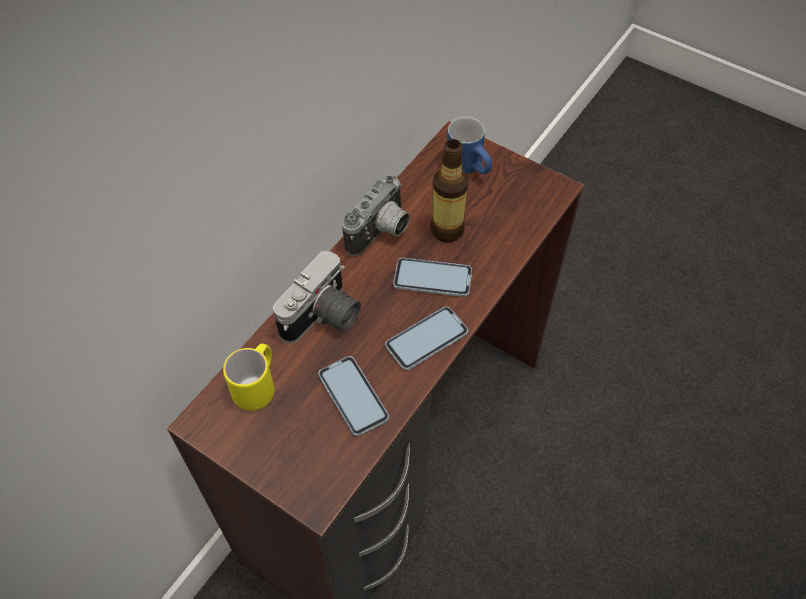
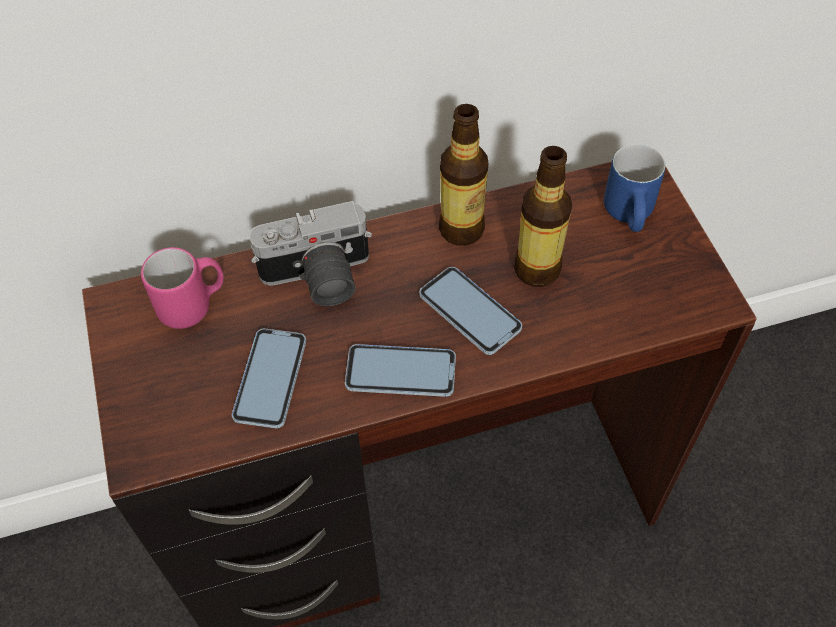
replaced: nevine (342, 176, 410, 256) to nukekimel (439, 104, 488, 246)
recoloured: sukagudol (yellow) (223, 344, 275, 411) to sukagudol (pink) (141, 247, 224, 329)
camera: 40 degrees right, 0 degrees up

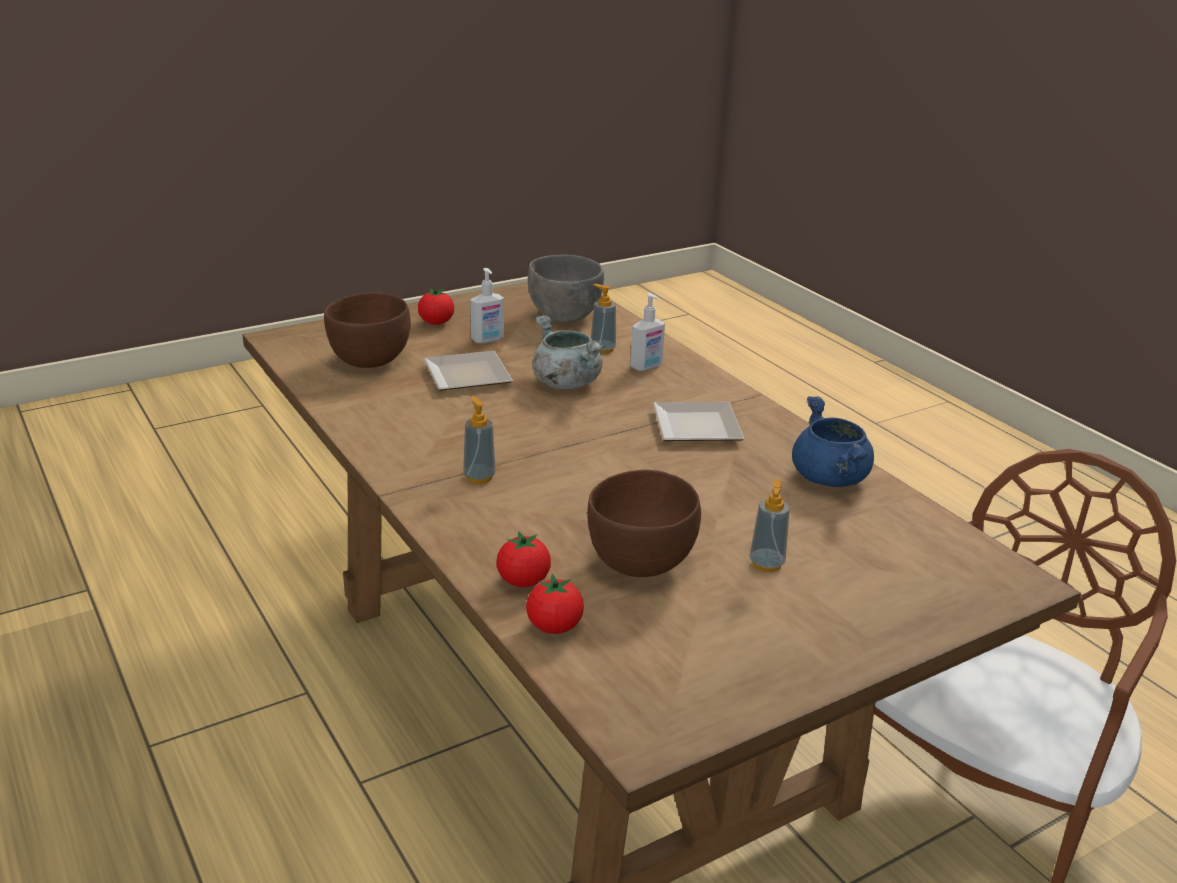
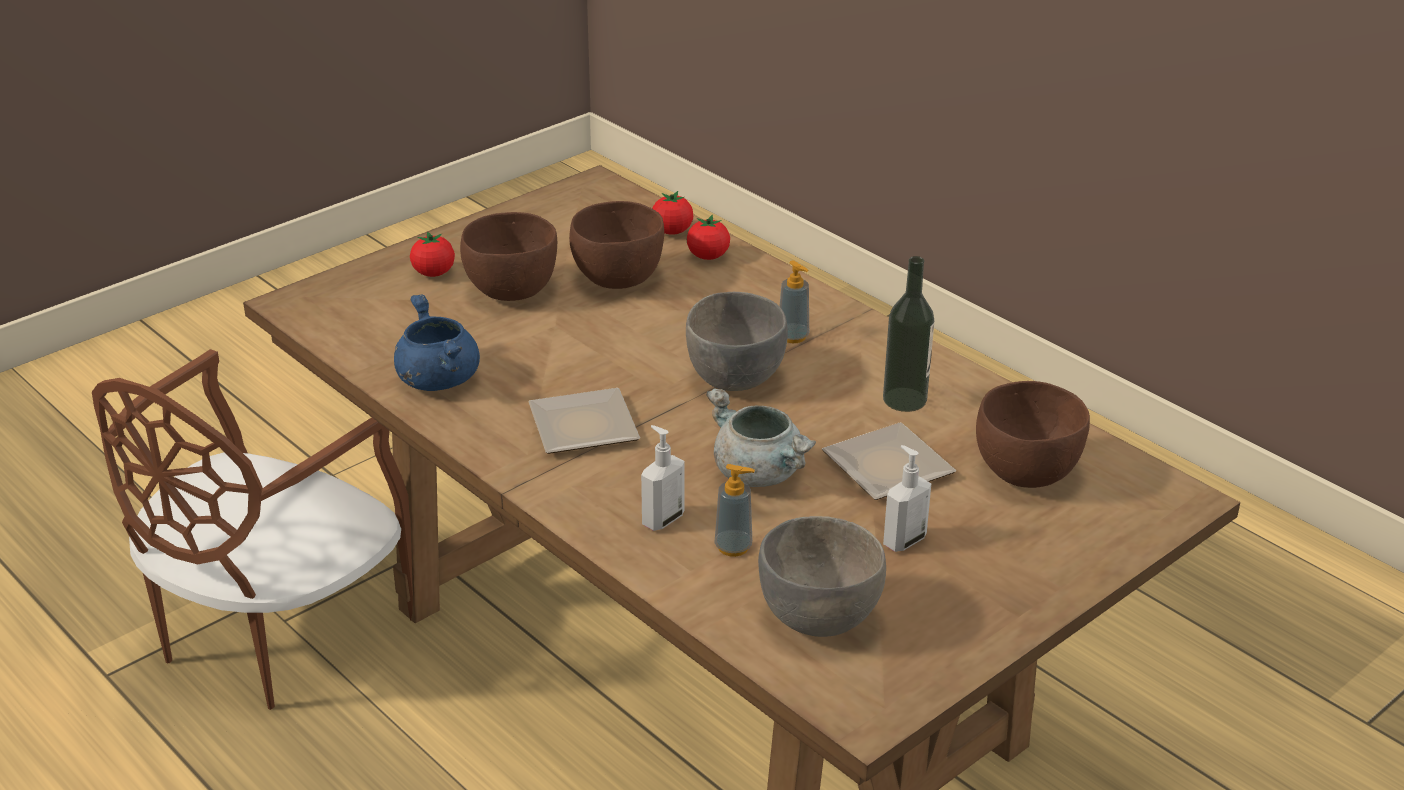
added: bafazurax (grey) (686, 292, 788, 391); nukekimel (883, 256, 935, 412)
moved: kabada (418, 288, 454, 325) to (410, 231, 455, 277)
replaced: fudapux (749, 479, 790, 572) to bafazurax (brown) (460, 212, 557, 301)
camera: 170 degrees right, 5 degrees up

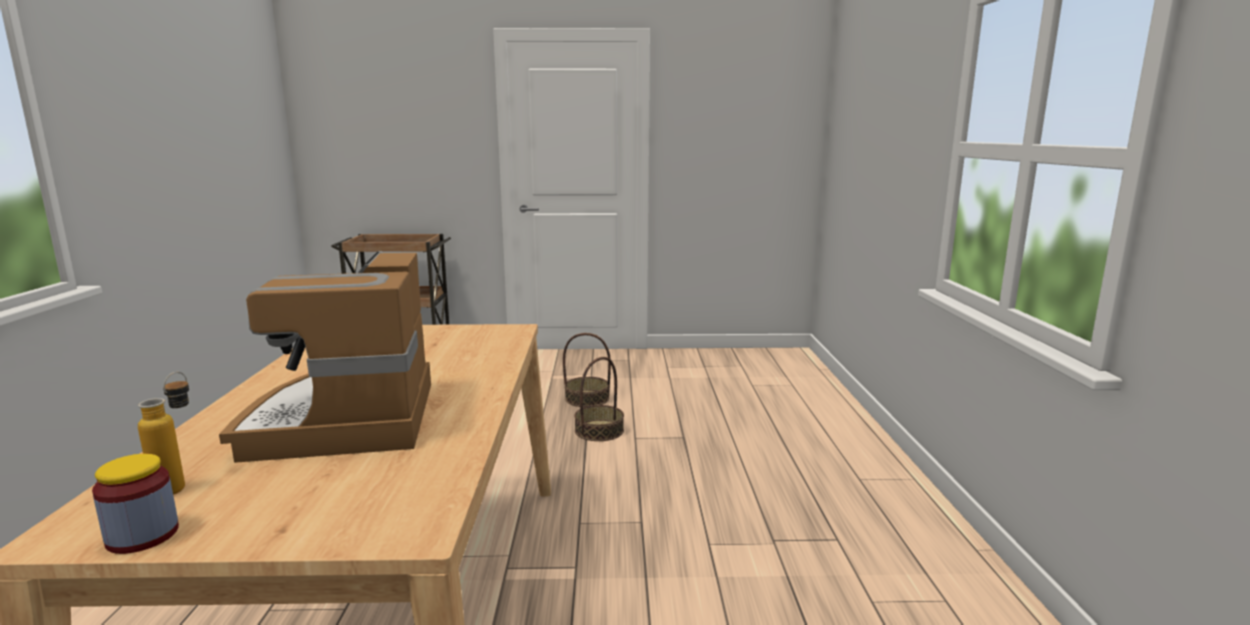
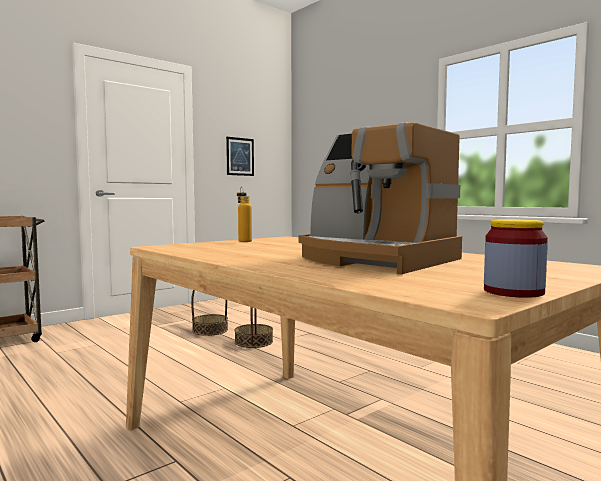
added: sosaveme (226, 137, 254, 176)
moved: nukekimel (138, 372, 189, 495) to (237, 186, 252, 242)
camera: 40 degrees left, 10 degrees down

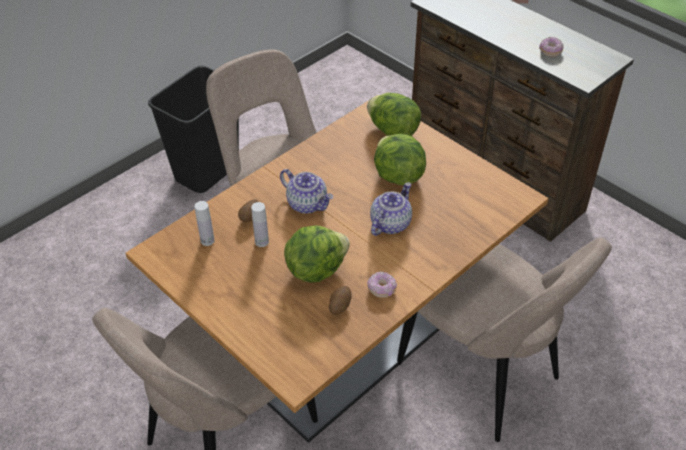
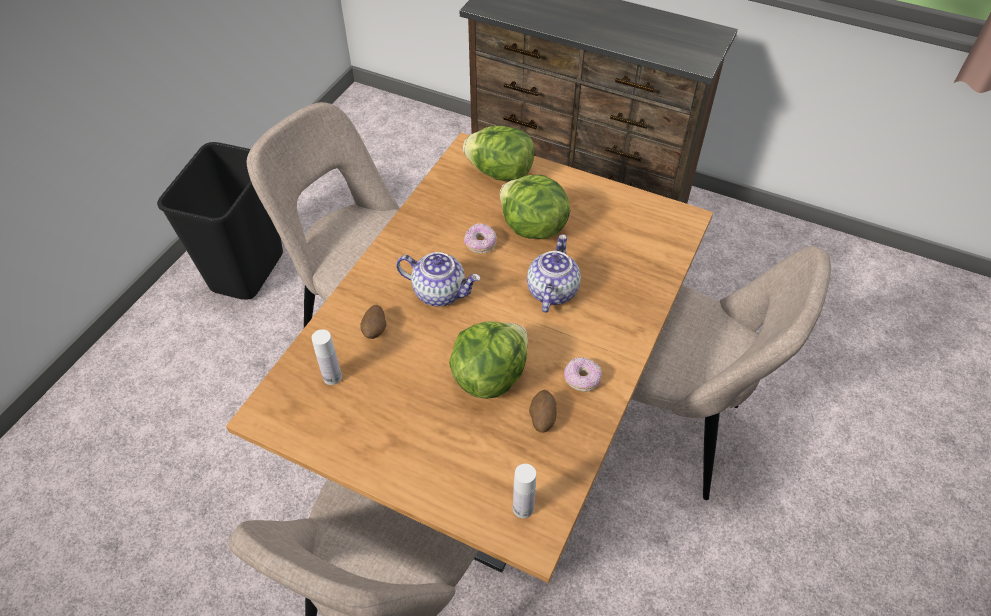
moved: nukekimel (white) (251, 202, 269, 247) to (513, 464, 536, 518); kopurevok (539, 37, 564, 57) to (464, 223, 497, 254)
camera: 20 degrees left, 5 degrees up

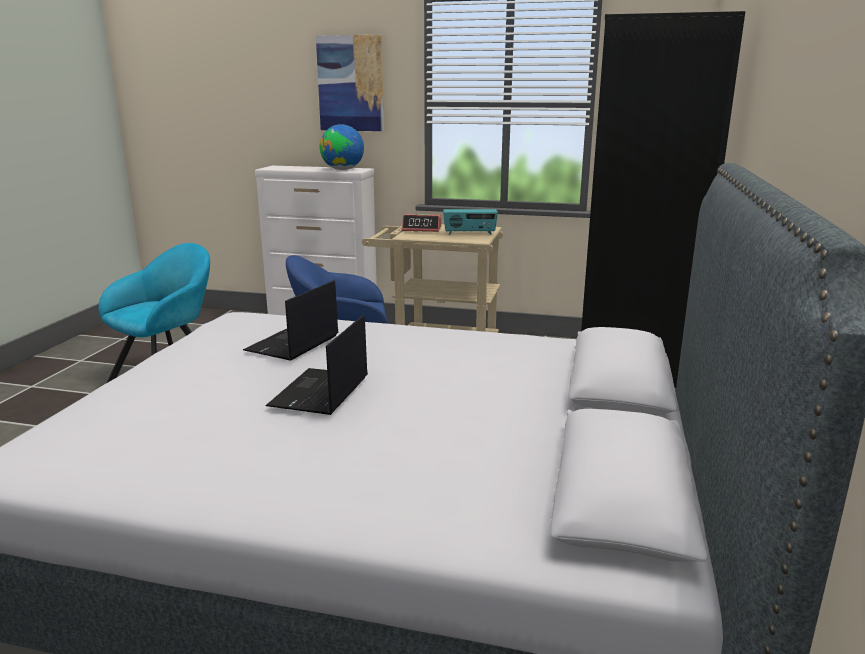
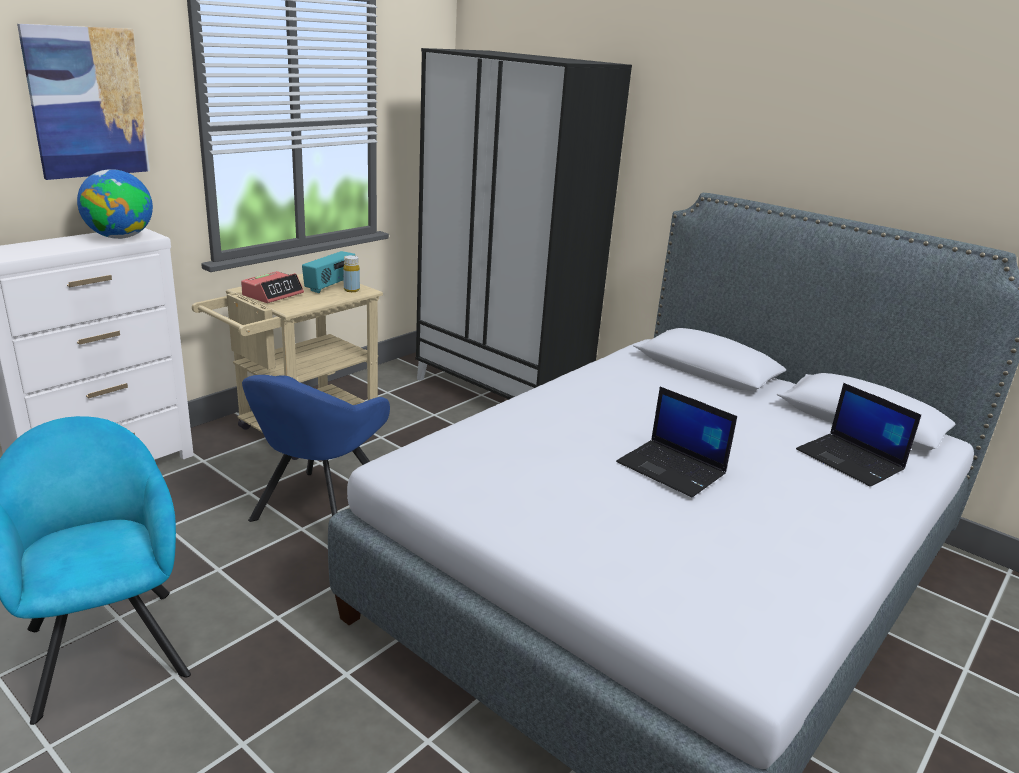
added: nukekimel (yellow) (343, 255, 360, 292)
moved: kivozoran (243, 280, 338, 361) to (796, 383, 921, 487)
camera: 65 degrees left, 5 degrees up

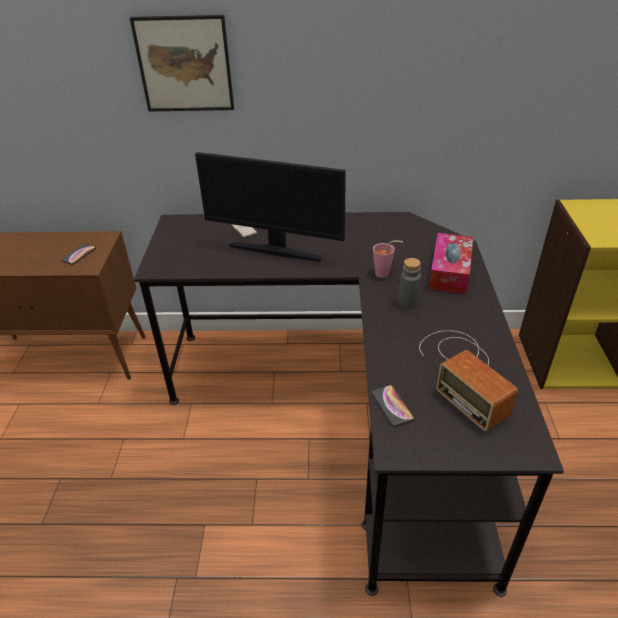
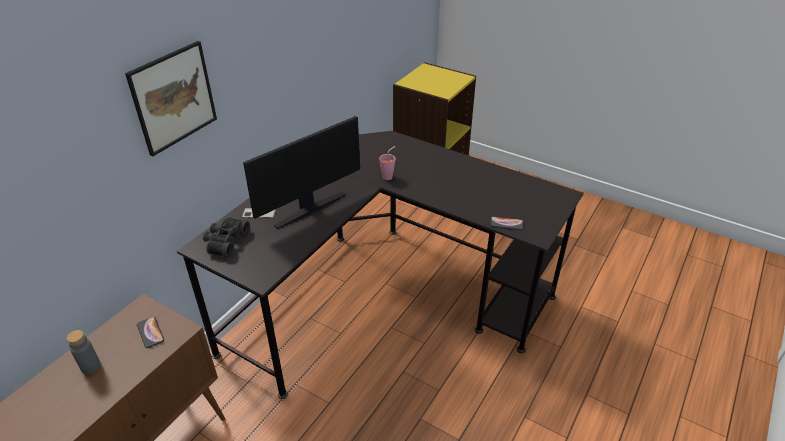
removed: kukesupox (419, 330, 518, 431); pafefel (429, 233, 473, 294)
added: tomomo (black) (203, 217, 250, 258)
moved: nukekimel (grey) (398, 258, 421, 309) to (67, 330, 101, 375)
camera: 60 degrees left, 0 degrees up

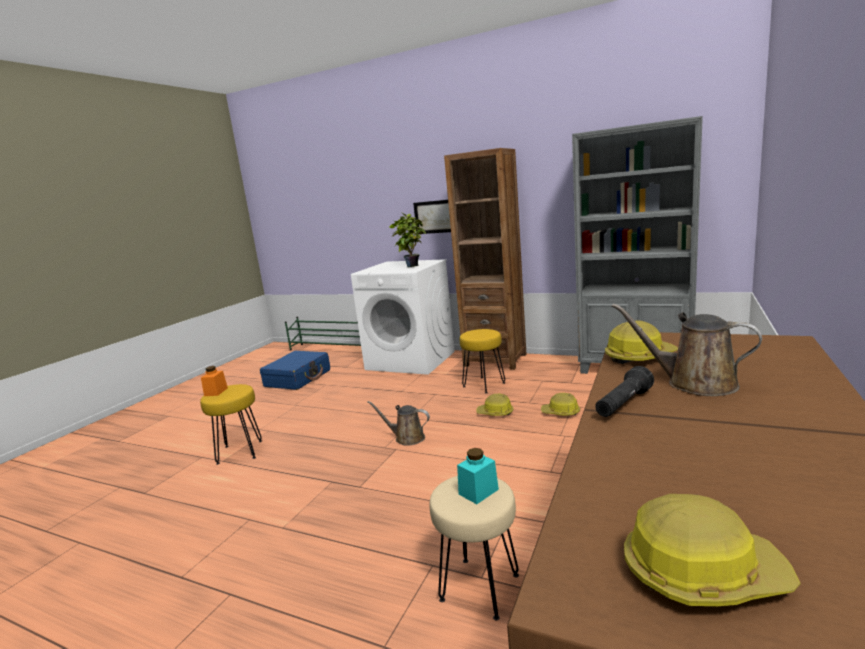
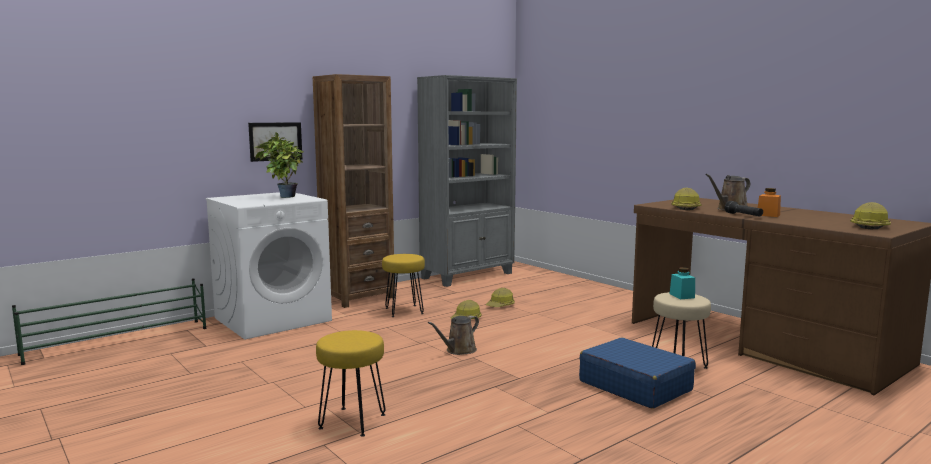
moved: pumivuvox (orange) (201, 366, 228, 396) to (758, 188, 781, 217); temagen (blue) (260, 351, 330, 390) to (579, 337, 696, 409)
camera: 65 degrees left, 5 degrees down

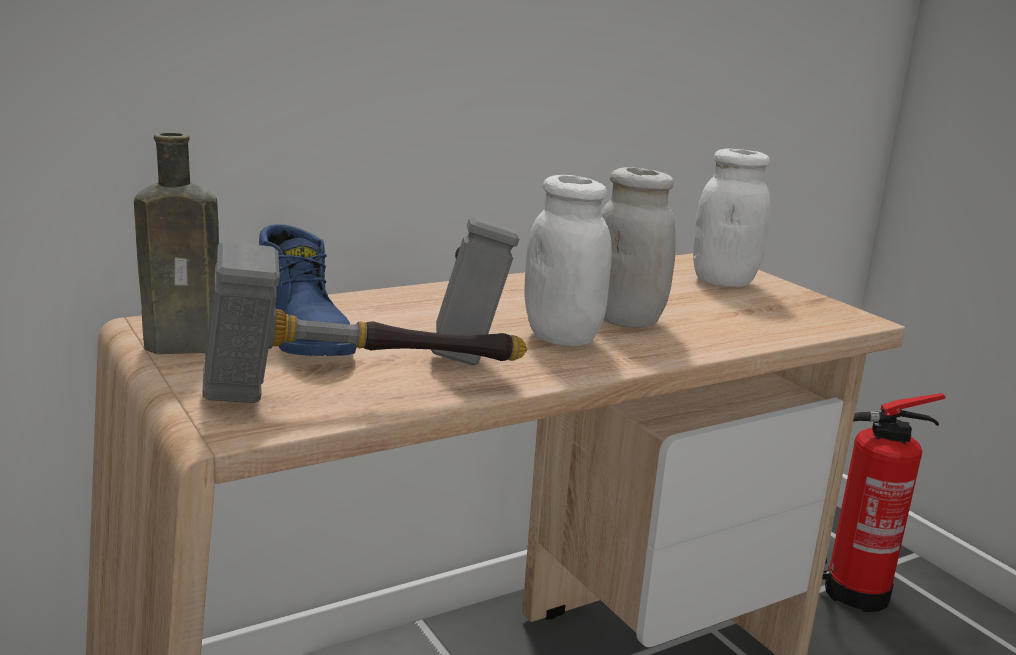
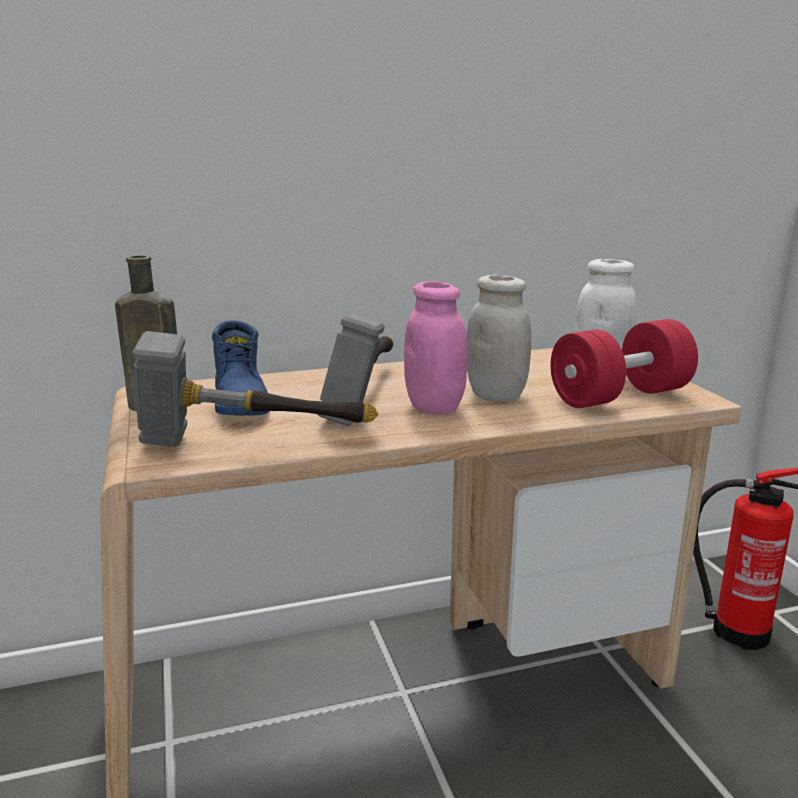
added: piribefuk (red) (550, 319, 698, 408)
recoloured: pumivuvox (white) (524, 175, 612, 346) to pumivuvox (pink) (404, 281, 468, 414)
camera: 15 degrees right, 0 degrees up

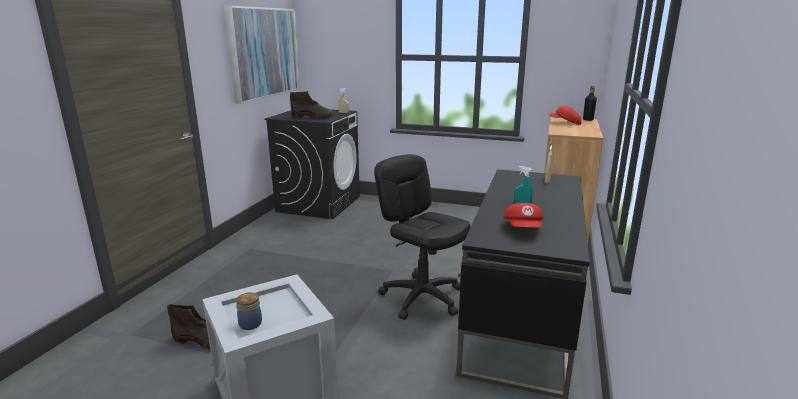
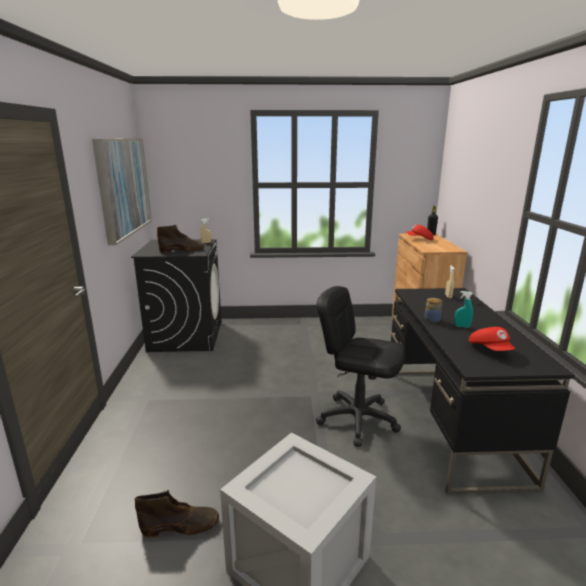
moved: pumivuvox (236, 292, 262, 330) to (424, 298, 442, 323)
camera: 20 degrees left, 0 degrees up

